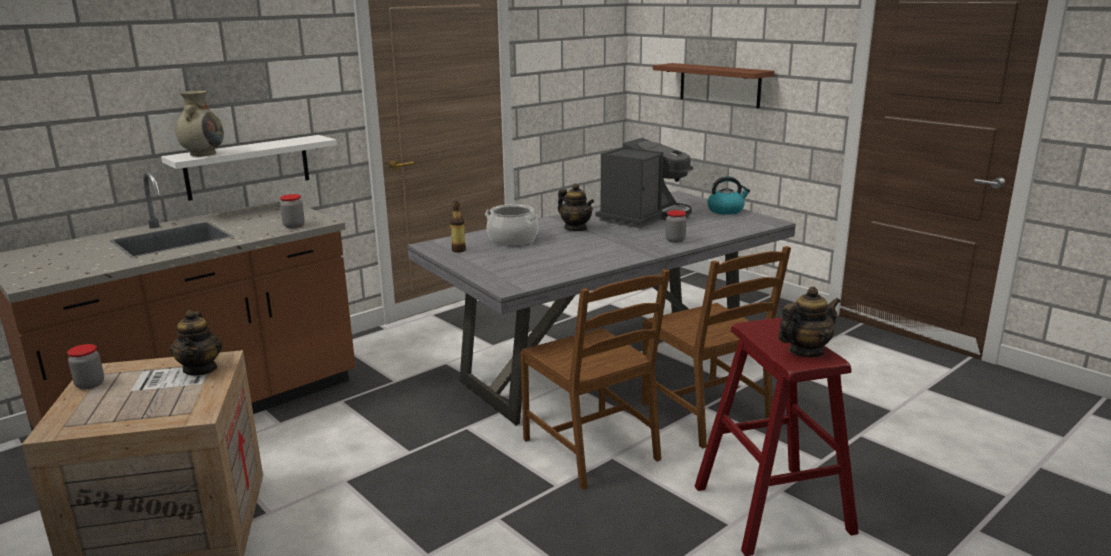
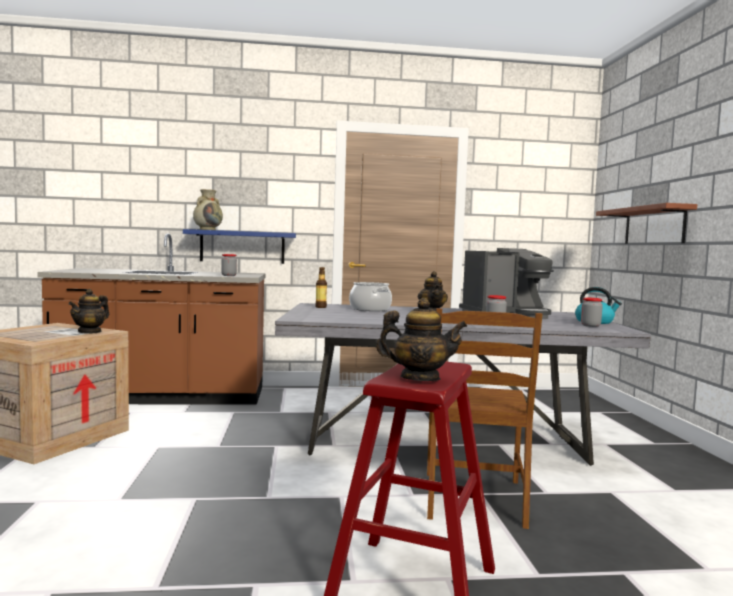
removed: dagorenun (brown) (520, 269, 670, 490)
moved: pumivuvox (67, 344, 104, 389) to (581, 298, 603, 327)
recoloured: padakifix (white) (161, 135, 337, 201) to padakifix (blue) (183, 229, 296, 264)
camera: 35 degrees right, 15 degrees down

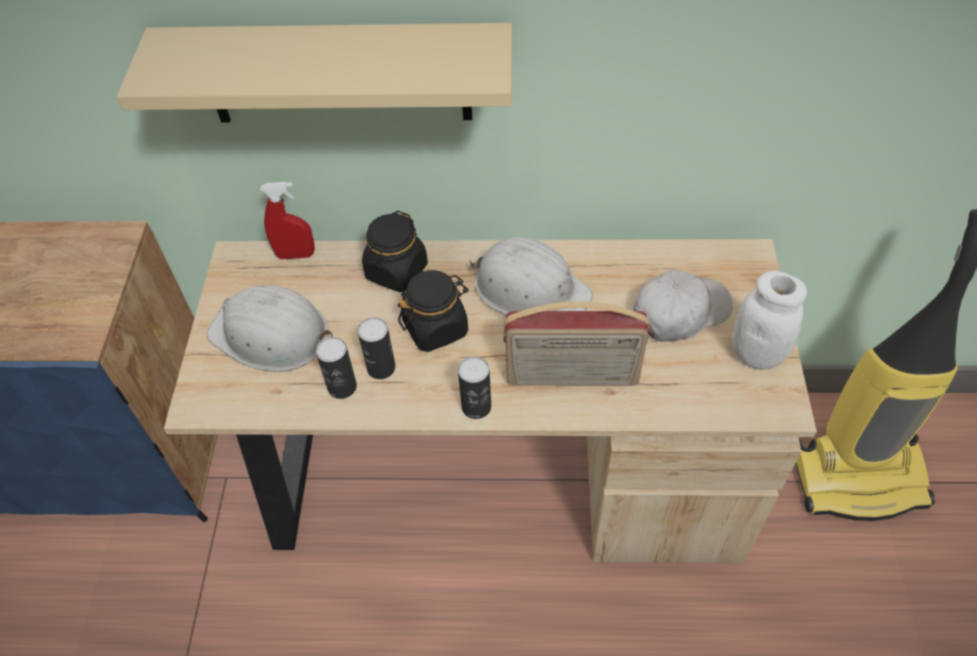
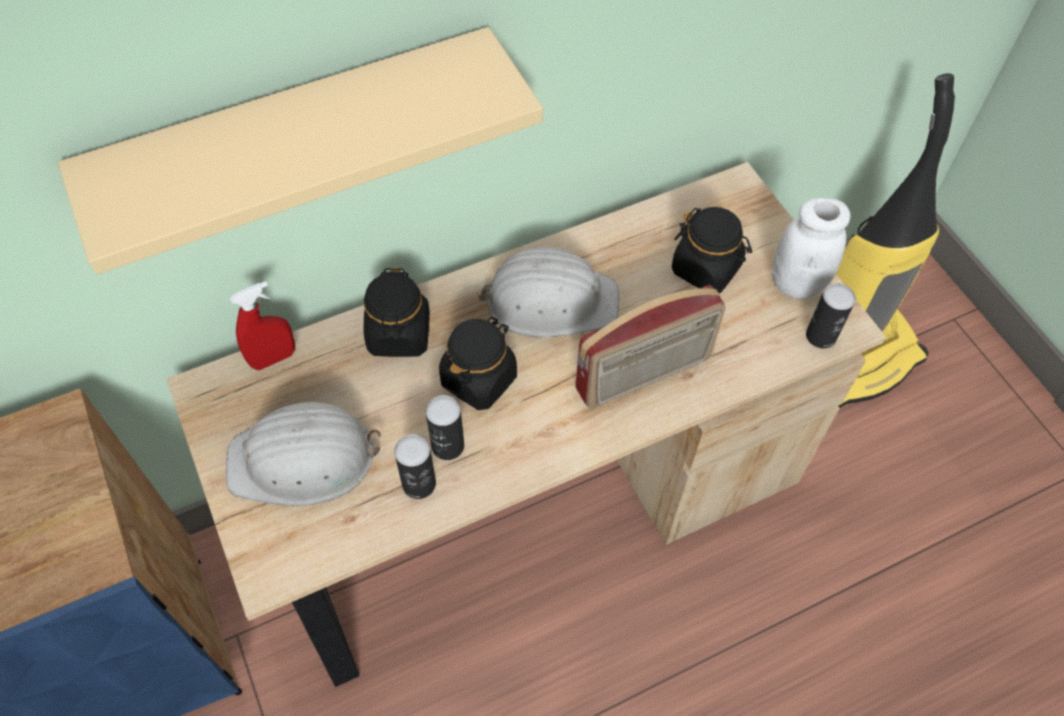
moved: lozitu (458, 356, 491, 419) to (806, 283, 856, 349)
replaced: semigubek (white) (634, 270, 733, 342) to pumivuvox (black) (672, 207, 752, 293)
camera: 30 degrees left, 5 degrees up

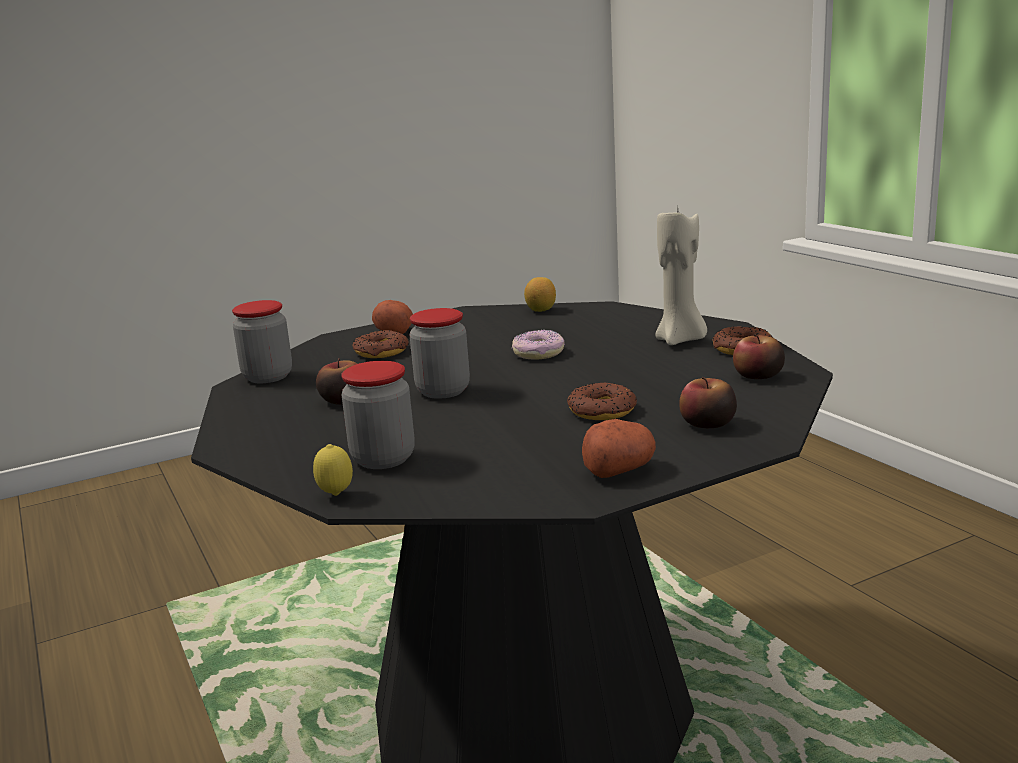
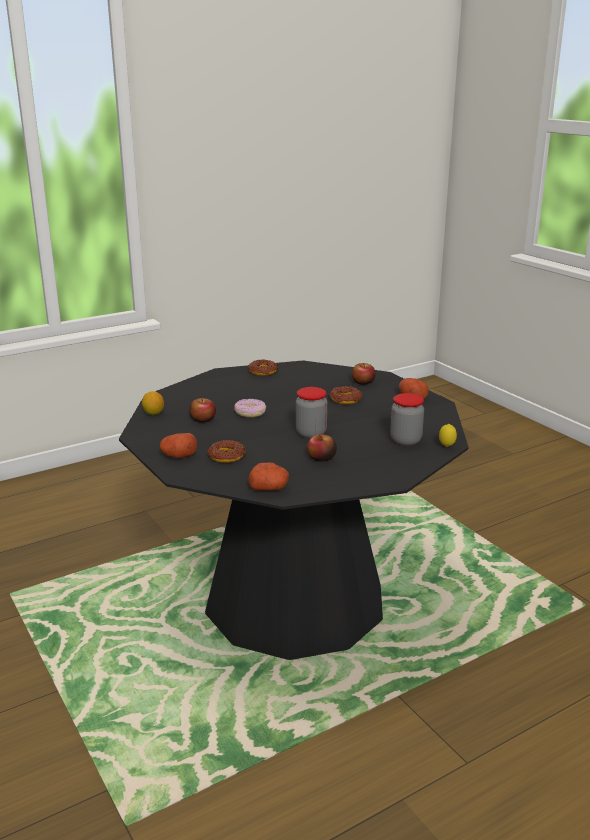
removed: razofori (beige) (655, 209, 707, 345)
moved: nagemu (733, 334, 785, 379) to (189, 398, 216, 423)
replaced: pumivuvox (232, 300, 292, 383) to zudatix (248, 462, 289, 491)
camera: 95 degrees left, 5 degrees up

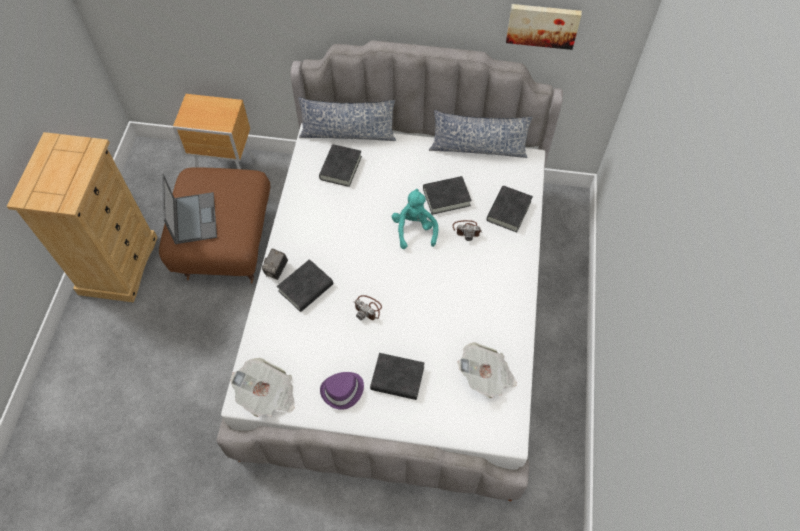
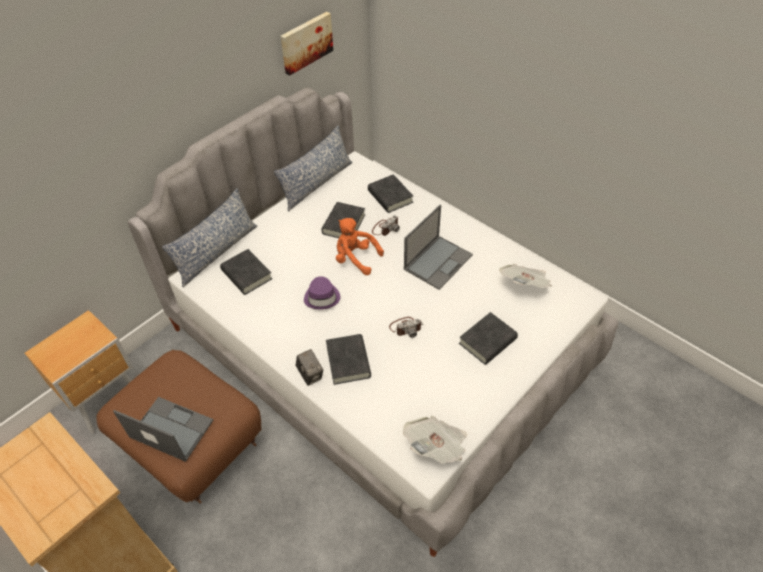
added: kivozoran (404, 205, 473, 290)
moved: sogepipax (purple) (320, 372, 364, 410) to (304, 276, 340, 310)
recoloured: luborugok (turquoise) (392, 189, 438, 249) to luborugok (orange) (336, 218, 384, 275)
camera: 55 degrees left, 10 degrees down

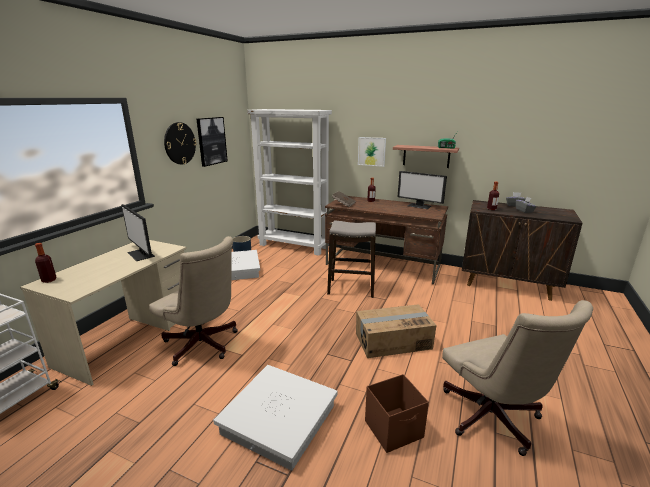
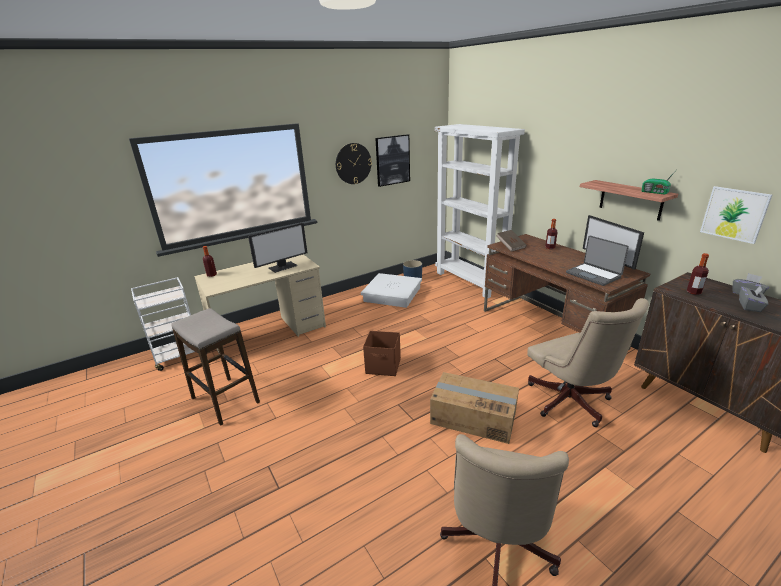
removed: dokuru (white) (213, 365, 337, 471)
added: kivozoran (566, 236, 629, 286)
moved: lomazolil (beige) (149, 236, 237, 366) to (527, 298, 649, 427); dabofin (327, 221, 376, 298) to (171, 308, 260, 426); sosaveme (358, 137, 386, 167) to (700, 186, 772, 244); dokuru (brown) (365, 374, 429, 453) to (363, 331, 401, 376)
turned: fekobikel (121, 204, 155, 261) = (248, 223, 307, 273) 120 degrees counterclockwise
camera: 35 degrees right, 5 degrees up

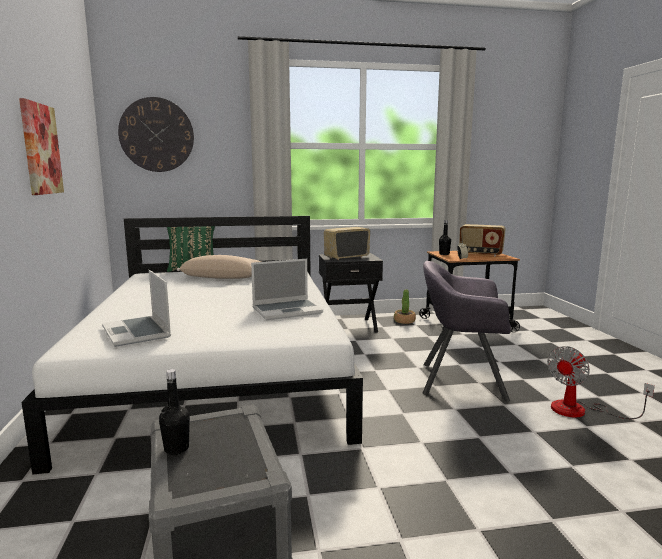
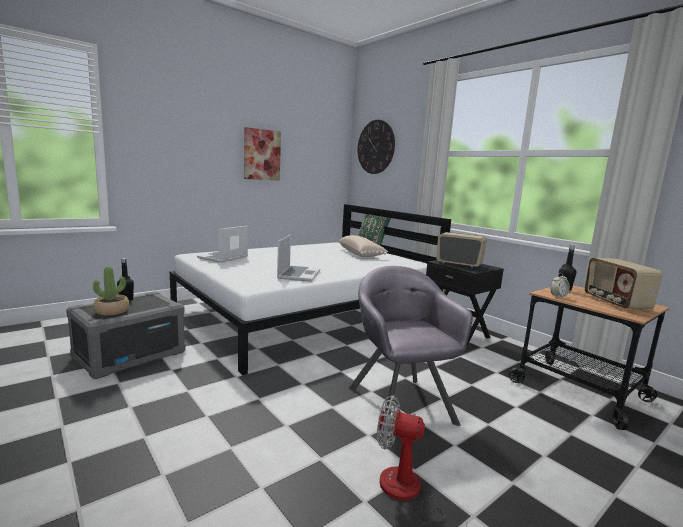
moved: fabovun (394, 289, 416, 324) to (93, 266, 130, 316)
turned: kivozoran (251, 259, 323, 320) = (277, 234, 321, 282) 120 degrees counterclockwise
camera: 60 degrees right, 0 degrees up

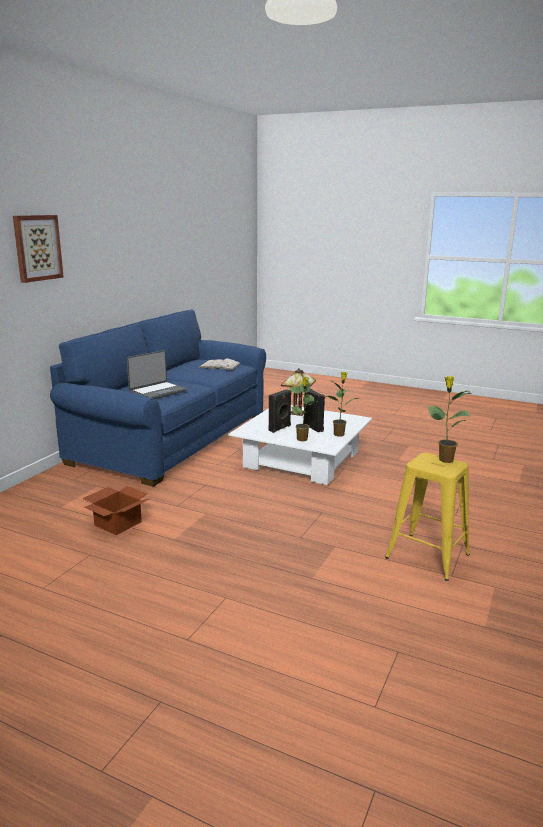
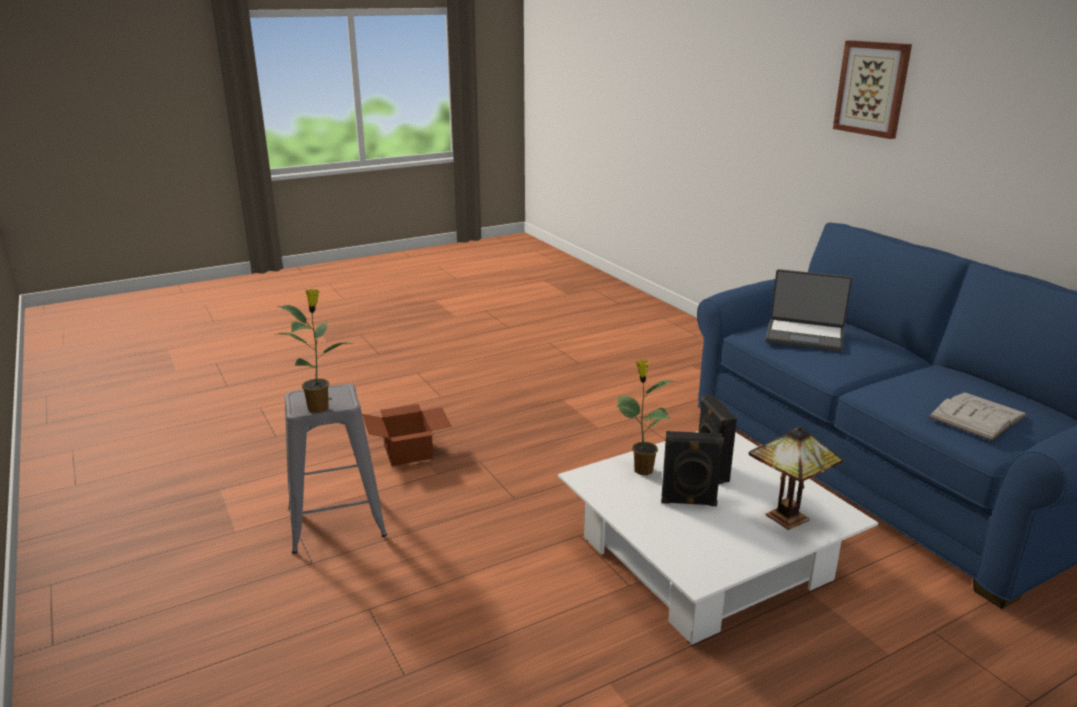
removed: fabovun (324, 372, 360, 437)
moved: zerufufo (82, 486, 149, 535) to (362, 404, 452, 466)
recoloured: dabofin (yellow) (385, 453, 470, 581) to dabofin (grey) (285, 384, 387, 554)
turned: kivozoran (127, 350, 187, 399) = (765, 269, 852, 352) 60 degrees counterclockwise
camera: 125 degrees right, 5 degrees up

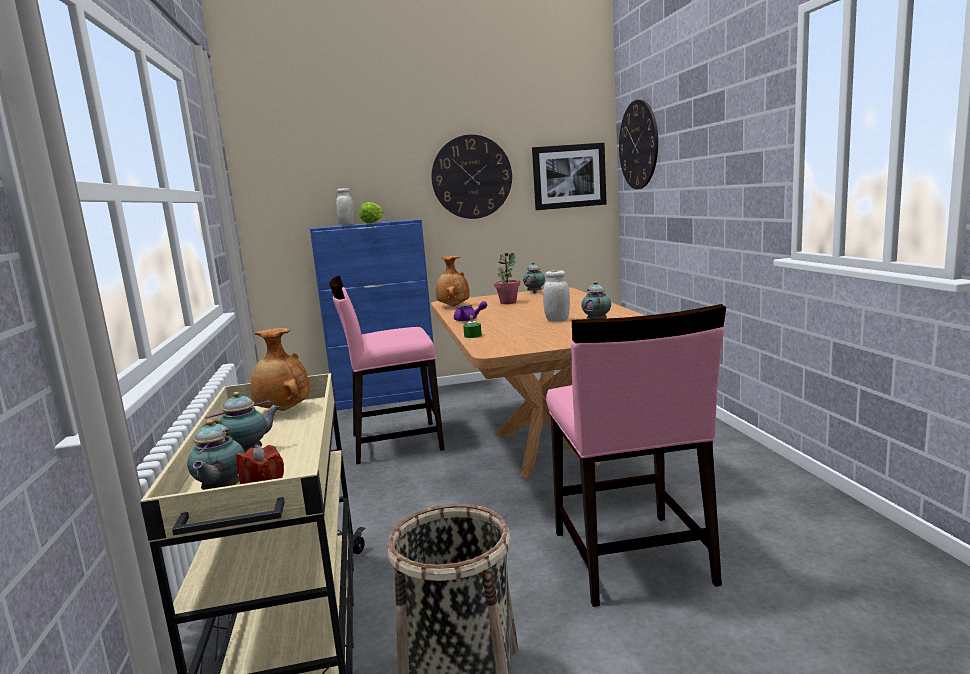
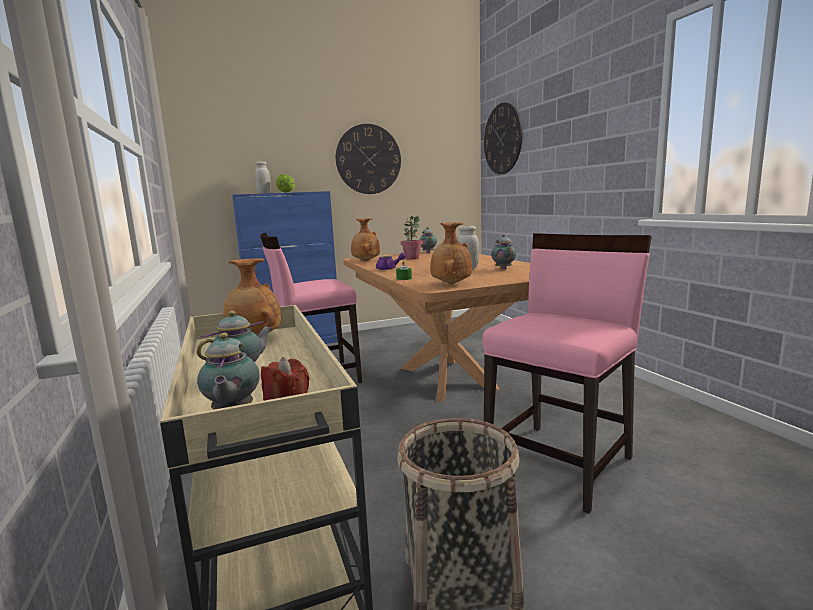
removed: sosaveme (532, 143, 607, 210)
added: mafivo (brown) (430, 222, 472, 284)
turned: dagorenun (pink) (546, 304, 726, 607) = (482, 233, 652, 514) 120 degrees counterclockwise
camera: 10 degrees left, 0 degrees up

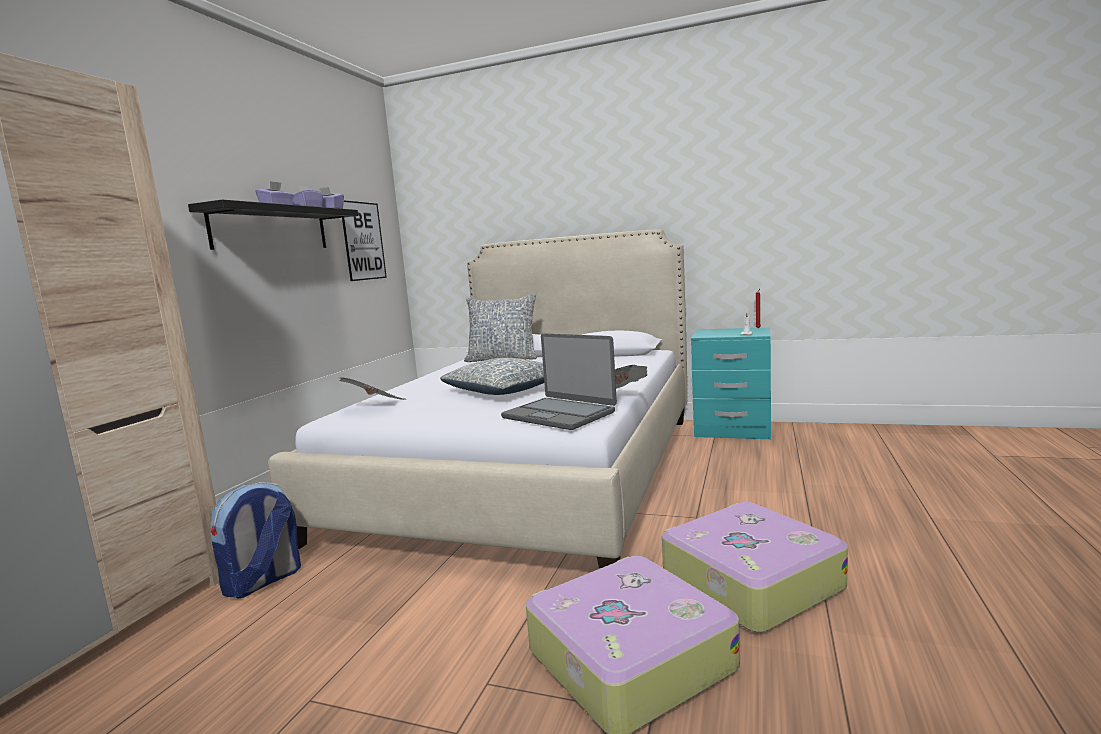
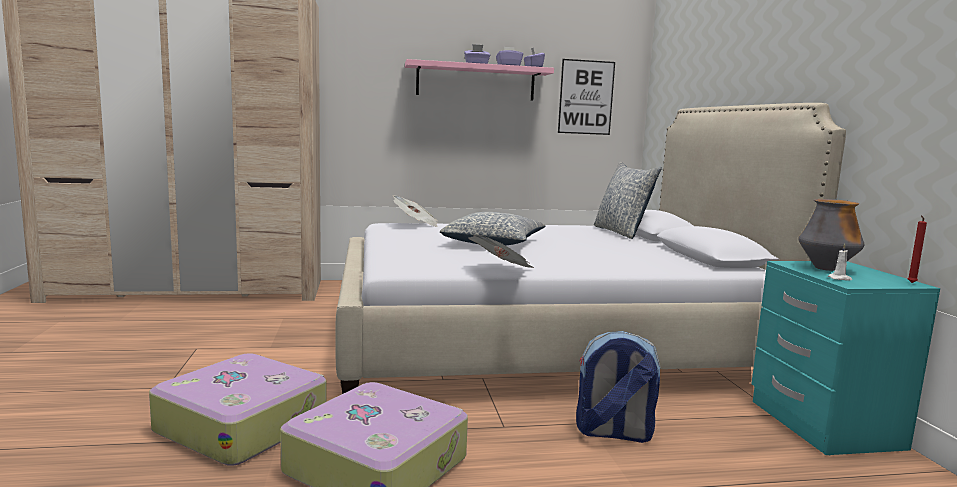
removed: kivozoran (501, 333, 617, 430)
added: mafivo (798, 199, 864, 271)
moved: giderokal (211, 482, 301, 598) to (576, 331, 661, 443)
recoloured: padakifix (black) (188, 200, 358, 250) to padakifix (pink) (405, 59, 554, 101)
camera: 60 degrees right, 0 degrees up

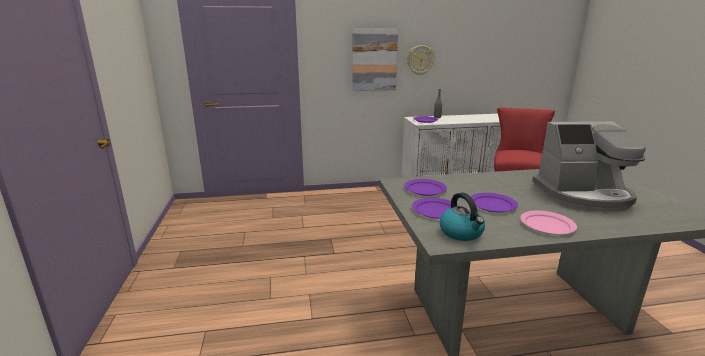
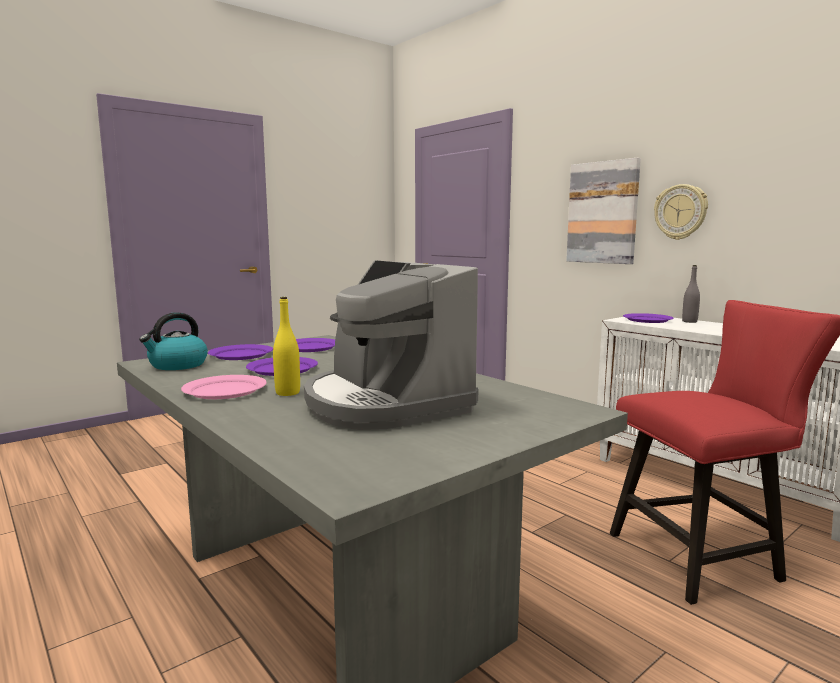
added: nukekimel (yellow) (273, 297, 300, 396)
camera: 60 degrees right, 10 degrees down

